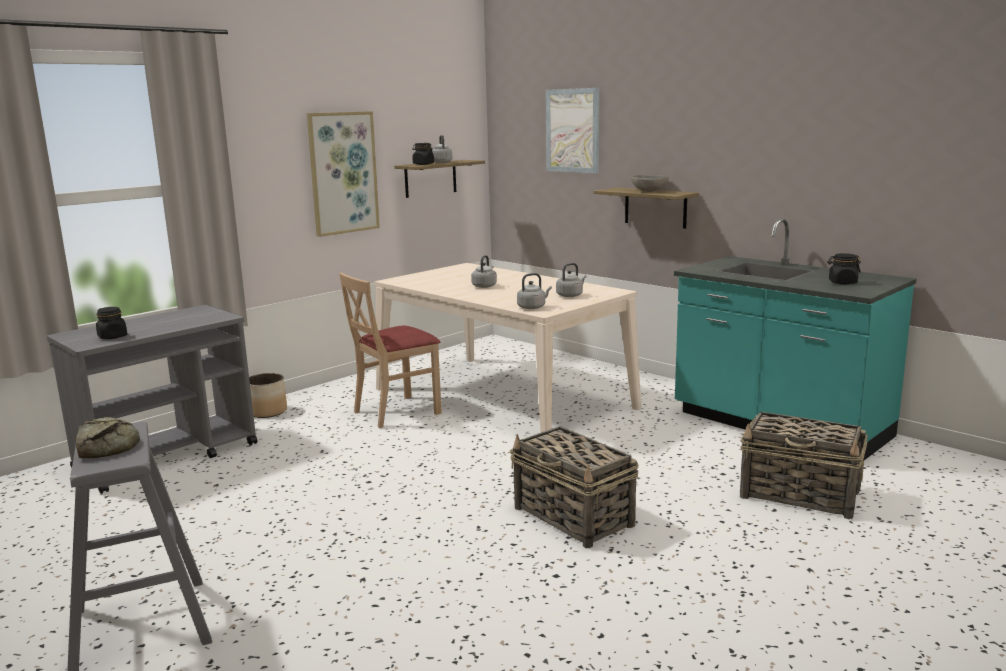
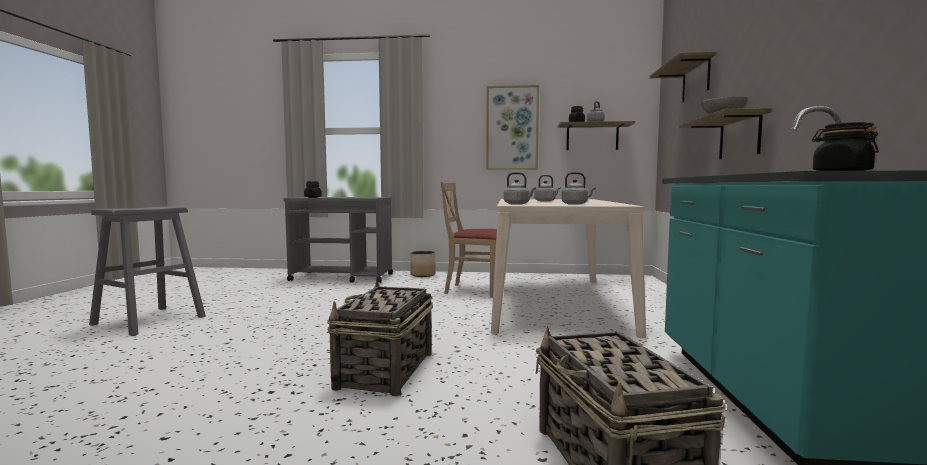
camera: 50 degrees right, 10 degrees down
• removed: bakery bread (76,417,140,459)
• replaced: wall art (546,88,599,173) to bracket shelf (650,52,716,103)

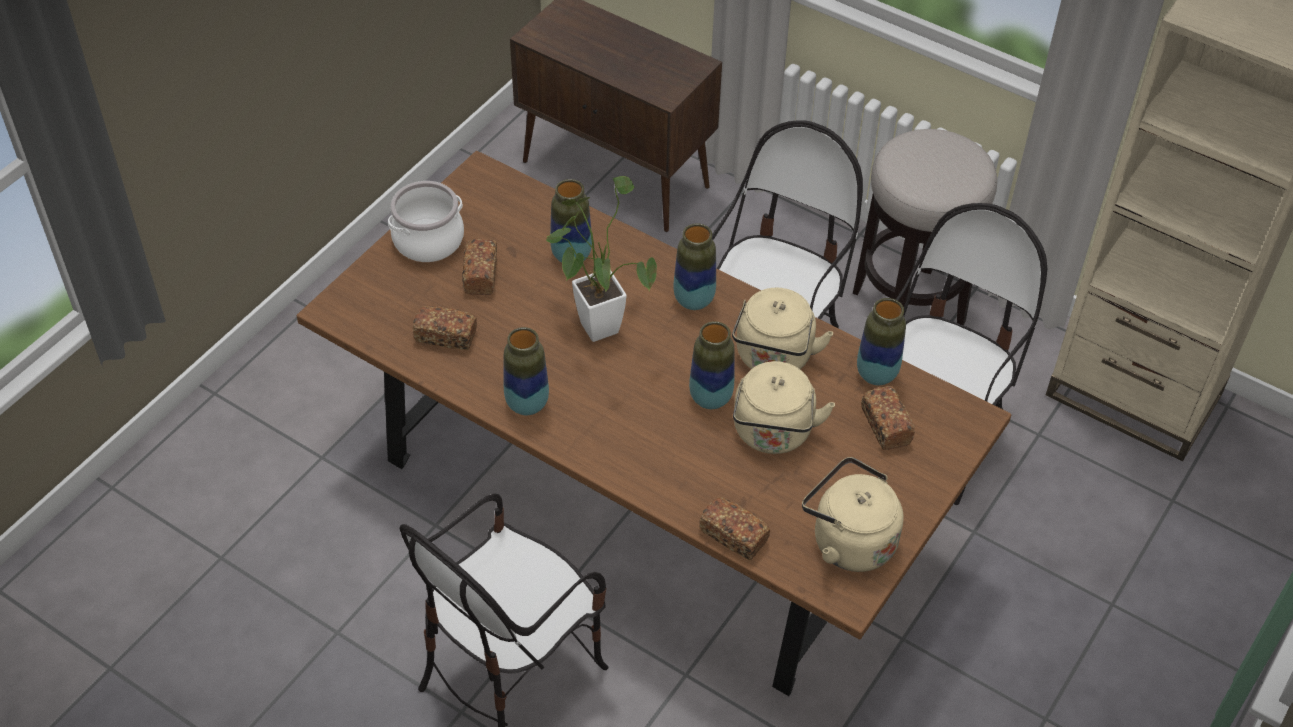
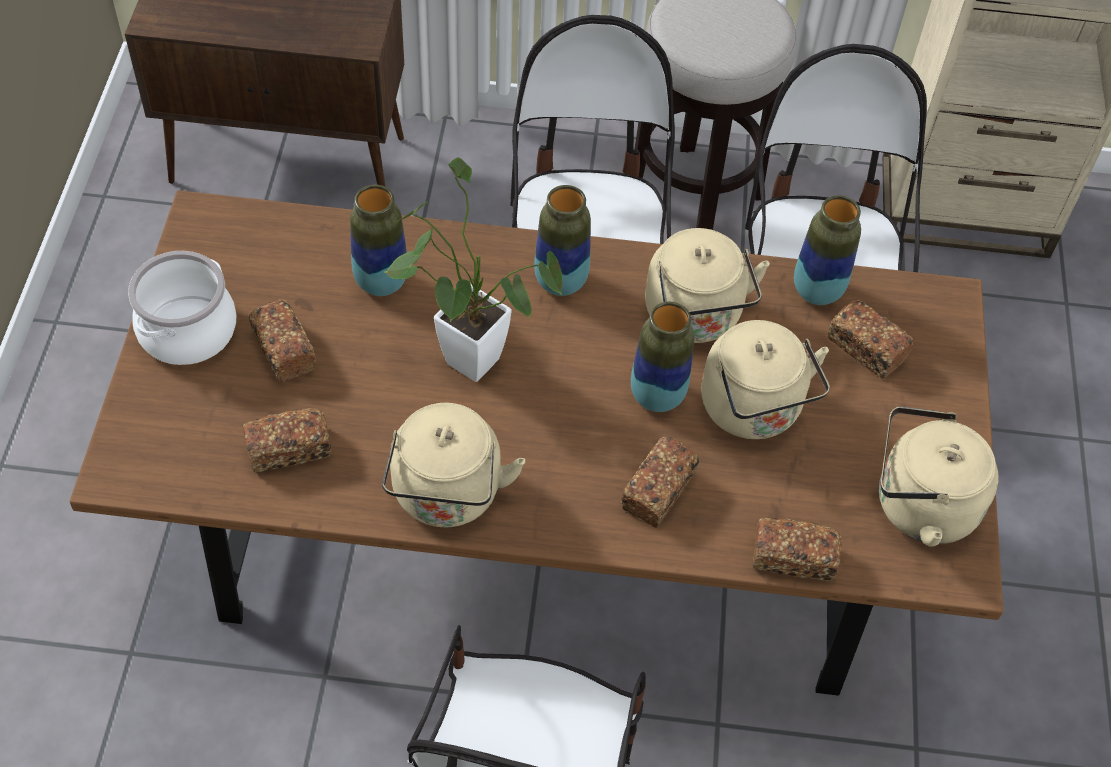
camera: 30 degrees left, 5 degrees up
• added: bakery bread (621,436,699,528)
• replaced: flower vase (504,327,549,415) to water kettle in beige-coloured (382,403,525,527)

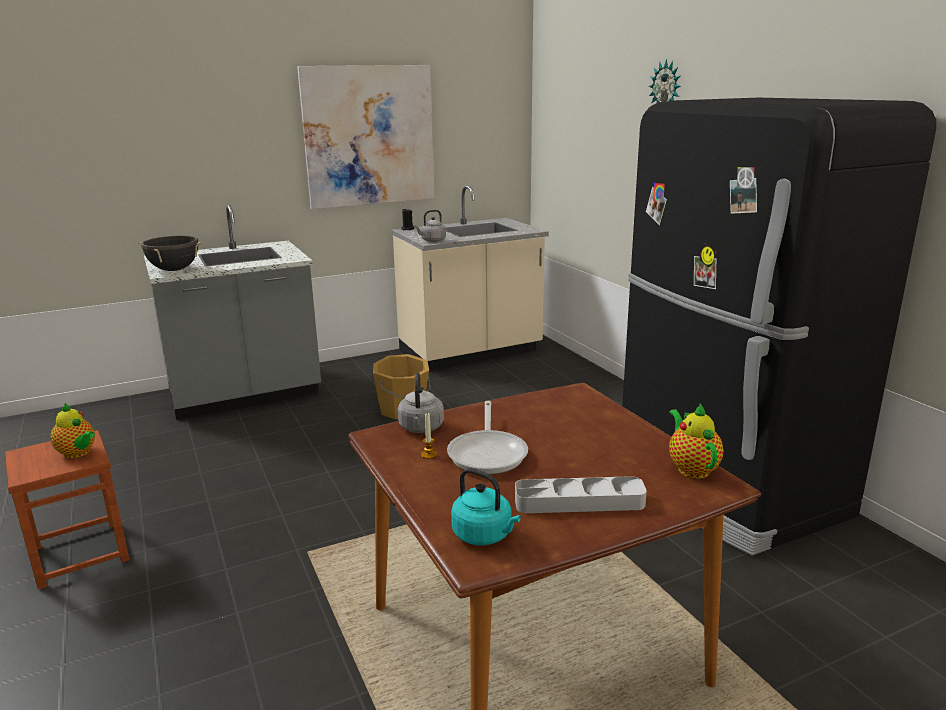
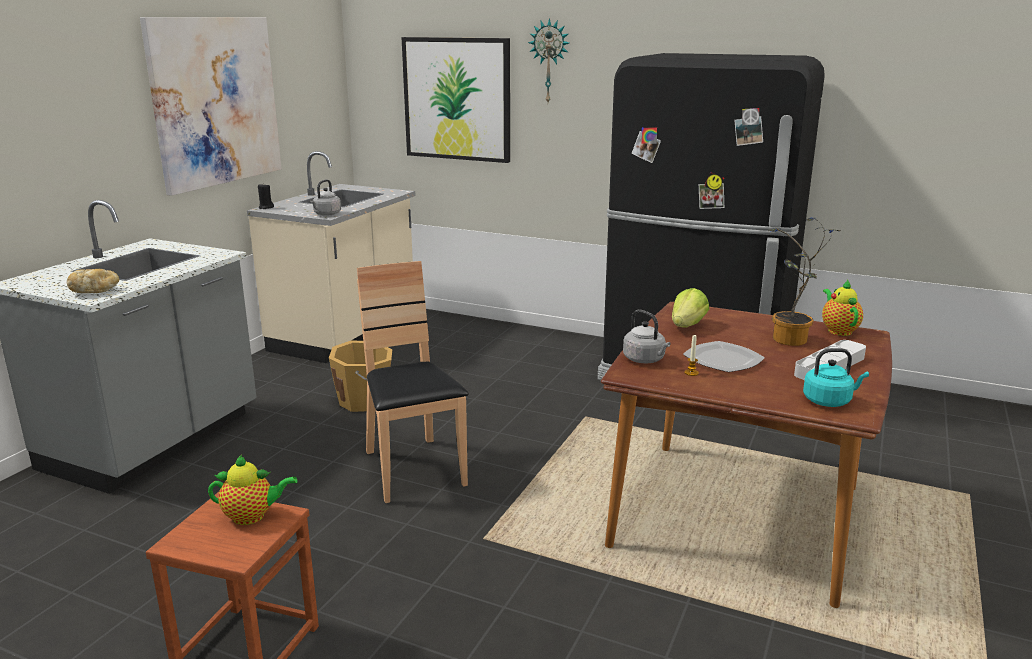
camera: 40 degrees left, 0 degrees up
• added: chair in brown (357,261,469,503)
• added: wall art (402,37,510,163)
• added: head of lettuce (672,288,709,328)
• added: houseplant (768,218,841,346)
• replaced: stockpot in blackish (138,235,203,271) to bakery bread (67,269,119,293)
• replaced: skillet (447,401,528,474) to dinner plate (683,341,765,372)
• turned: pot for tea (669,403,723,479) = (822,279,863,336) 45 degrees clockwise

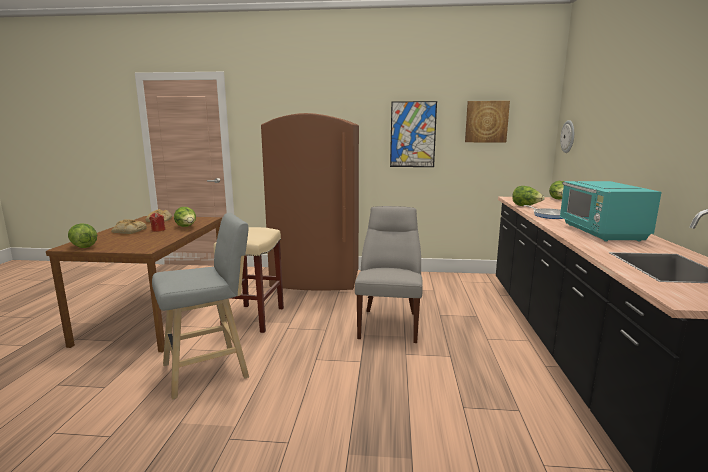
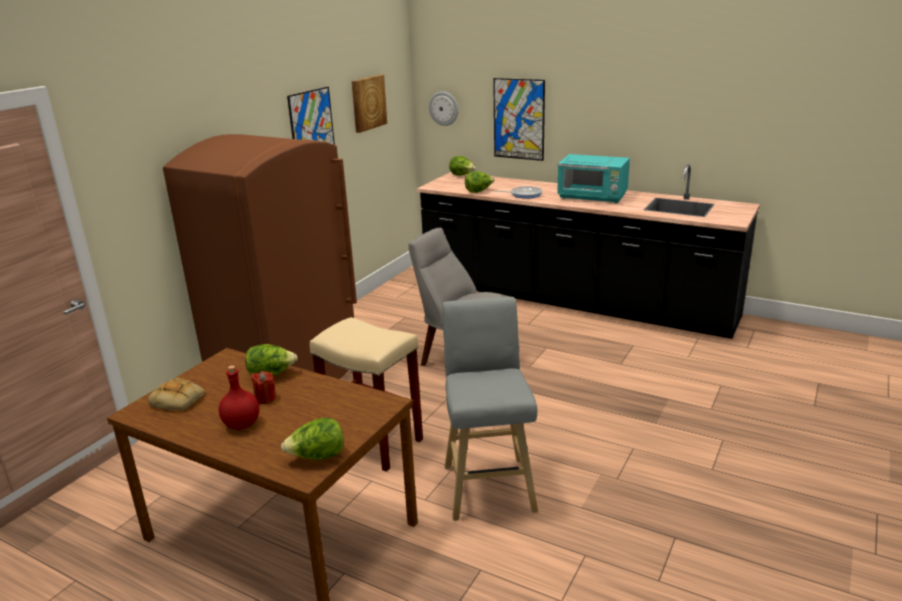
camera: 65 degrees left, 10 degrees up
• added: wall art (493,78,545,161)
• replaced: bakery bread (111,220,147,234) to beverage bottle in red-coloured (219,365,259,430)

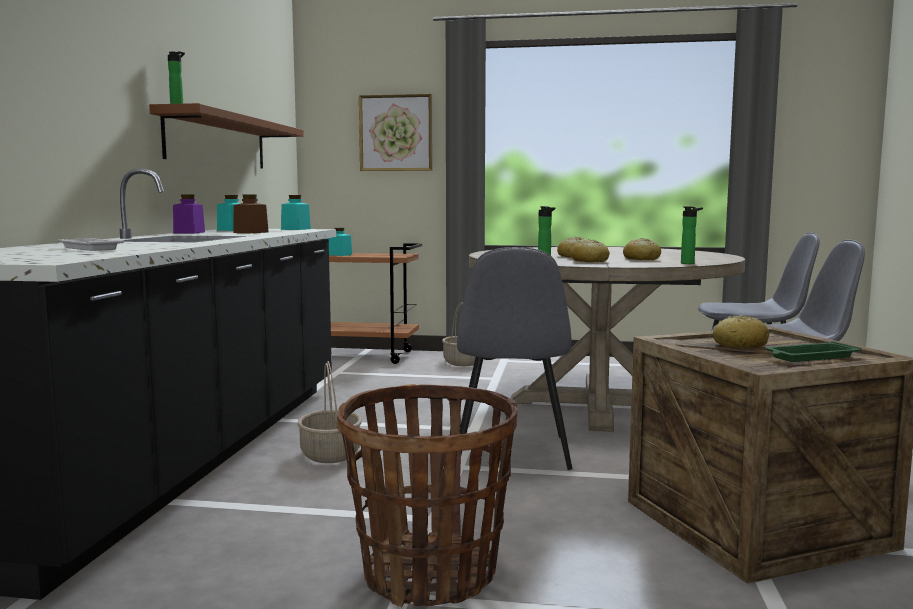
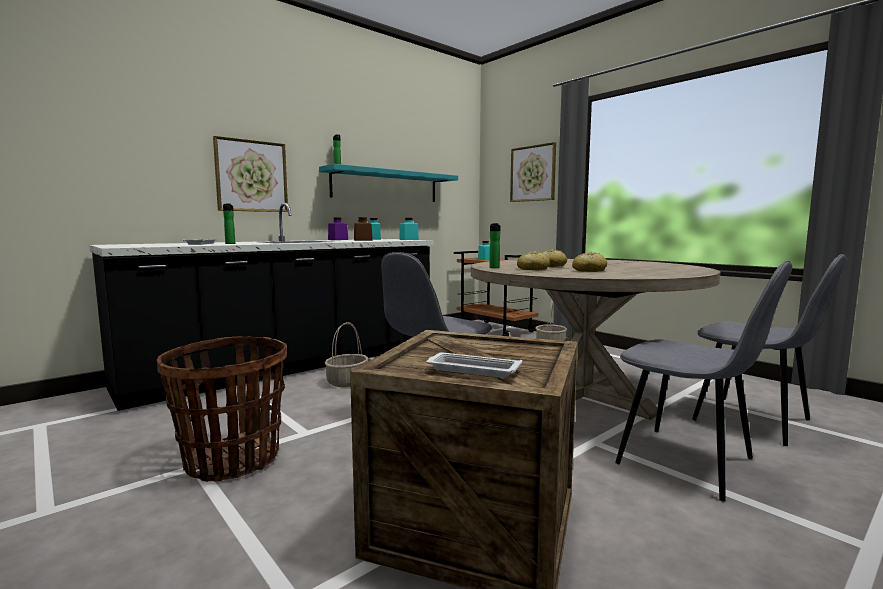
camera: 40 degrees right, 0 degrees up
• removed: bakery bread (713,315,769,348)
• added: wall art (213,136,288,212)
• moved: beverage bottle (681,206,703,264) to (223,204,235,244)
• recoloured: bracket shelf in brown (149,103,304,169) to bracket shelf in turquoise (319,164,458,202)
• recoloured: serving tray in green-coloured (765,341,862,362) to serving tray in white-coloured (426,353,522,378)

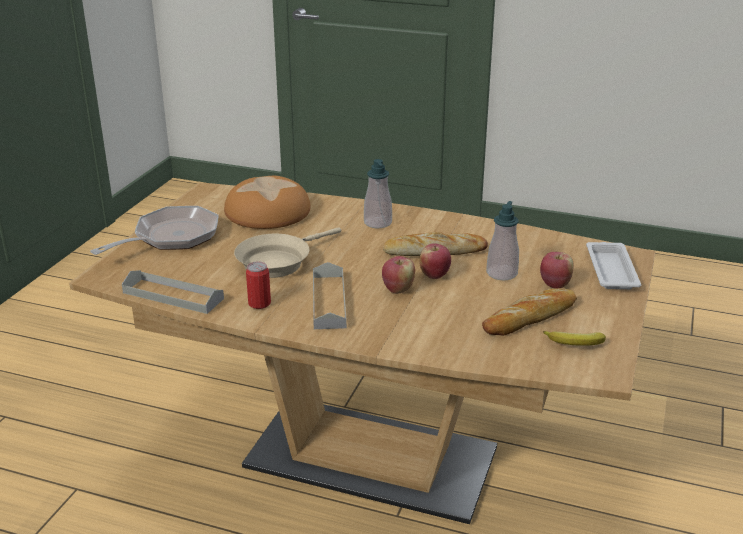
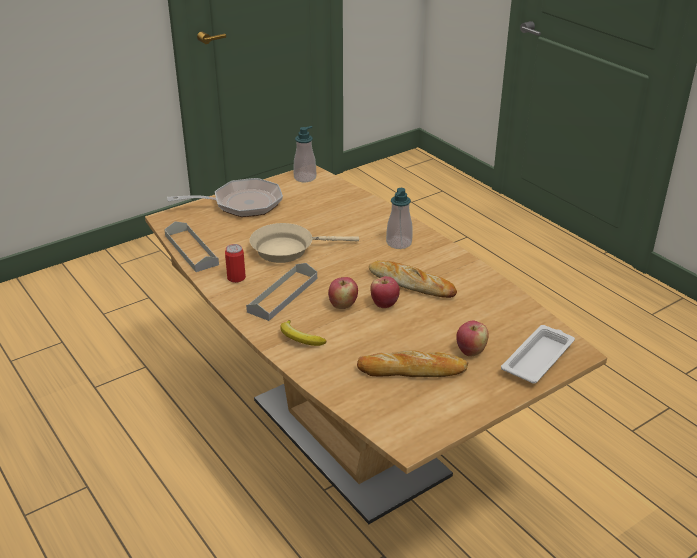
camera: 35 degrees right, 5 degrees up
• removed: bakery bread (224,176,311,229)
• moved: soap dispenser (486,201,519,280) to (293,126,316,182)
• moved: banana (543,331,606,346) to (280,320,327,346)

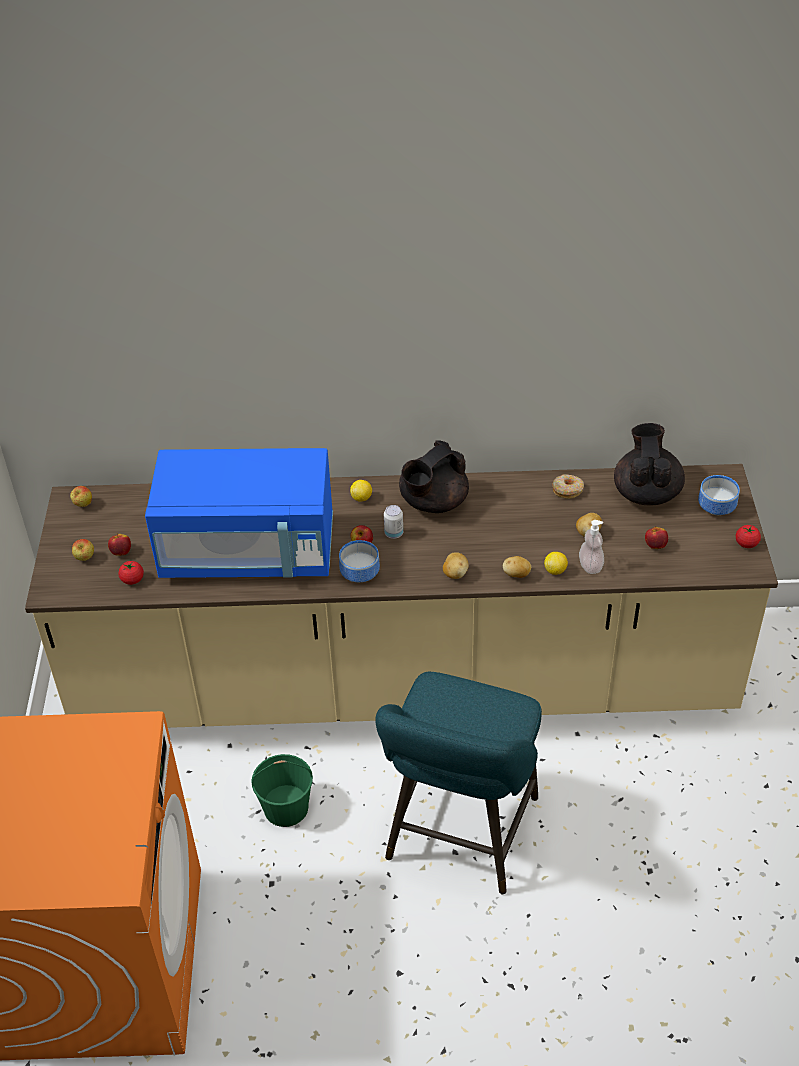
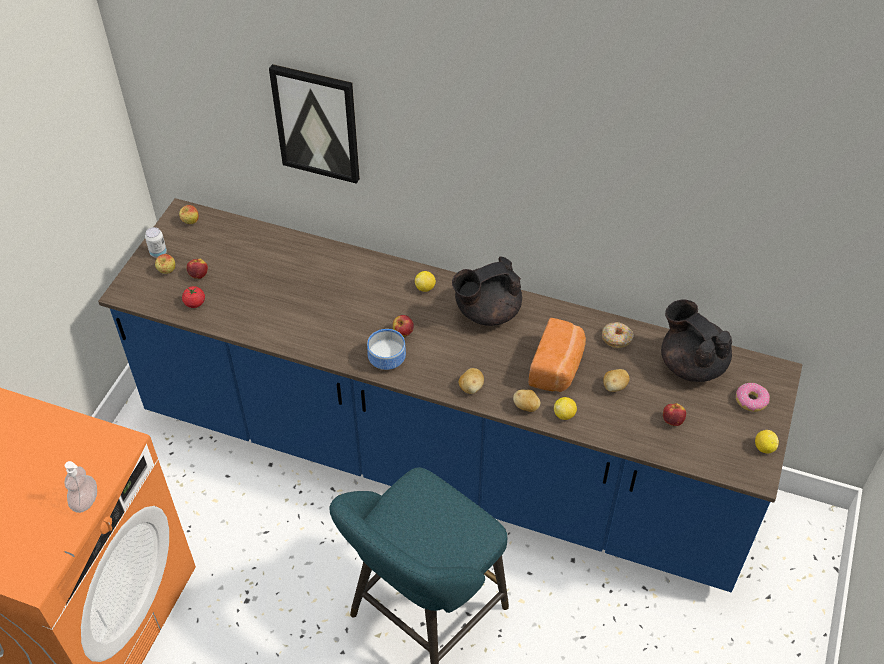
camera: 20 degrees right, 5 degrees up
• removed: microwave oven in blue-coloured (145,448,333,578)
• removed: pail in green-coloured (251,754,313,827)
• added: wall art (269,64,360,184)
• added: bakery bread (529,318,586,392)
• moved: metal can (384,505,403,539) to (145,227,167,258)
• moved: soap dispenser (579,520,604,574) to (64,461,97,513)
• replaced: deep dish (698,475,740,515) to donut (736,383,770,412)
• replaced: tomato (736,525,761,548) to whole lemon (755,430,779,454)
• recoloured: counter in beige-coloured (25,464,778,728) to counter in blue-coloured (98,198,802,592)
• turned: pot for tea in blackish (614,423,685,505) = (661,299,732,382) 60 degrees counterclockwise

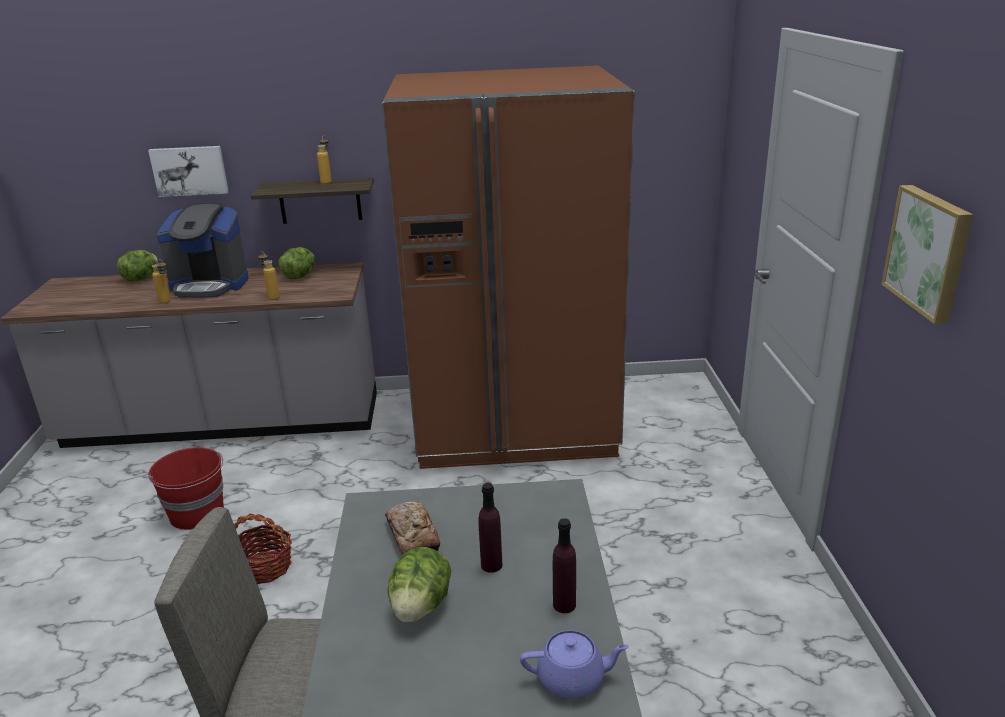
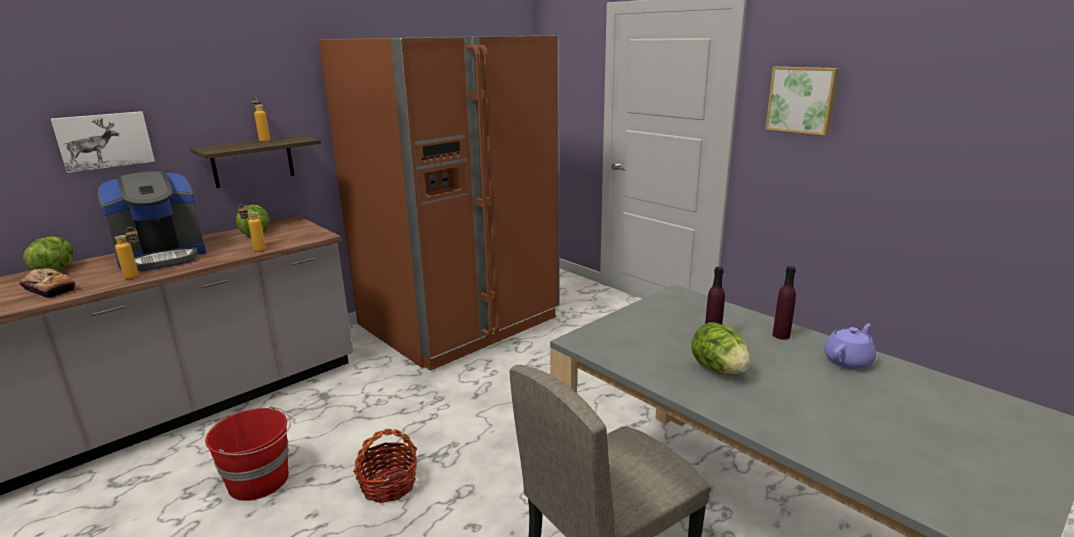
camera: 40 degrees left, 5 degrees down
• moved: bakery bread (385,501,440,555) to (19,268,75,298)

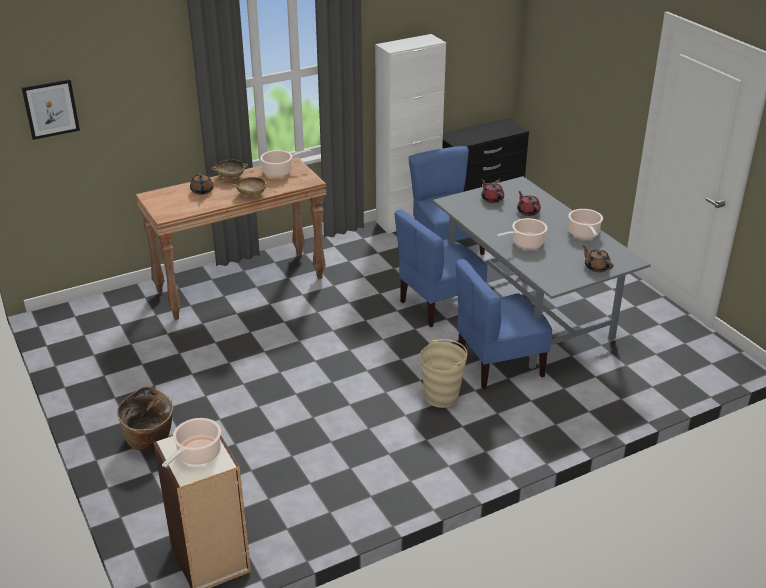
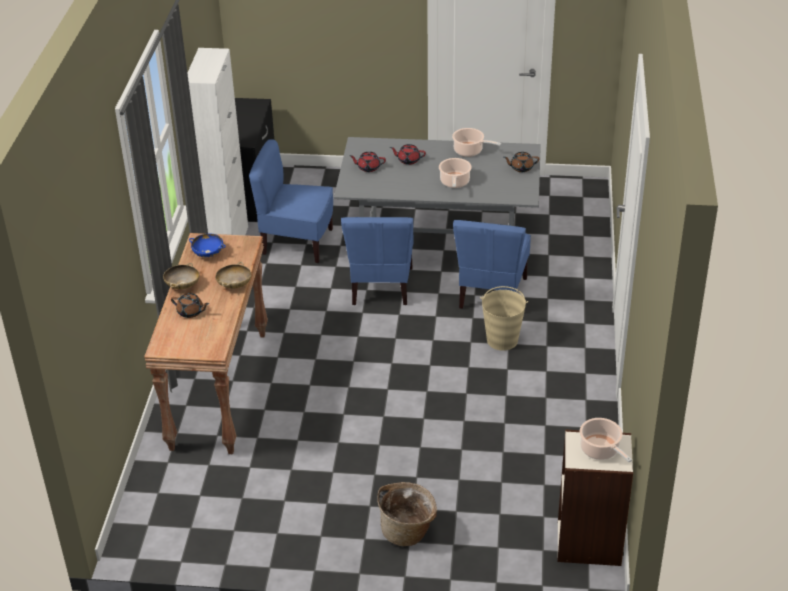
camera: 55 degrees left, 5 degrees up
• removed: wall art (22,79,80,140)
• replaced: stockpot (260,149,311,177) to deep dish in blue-coloured (189,234,226,257)

